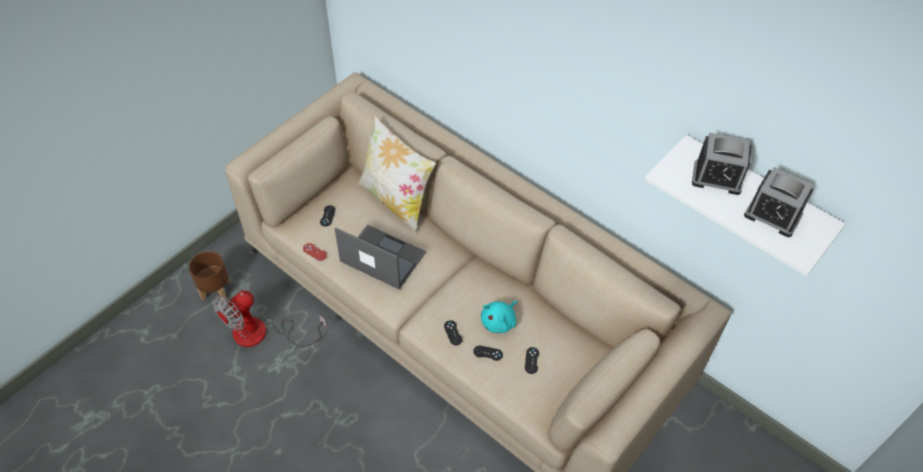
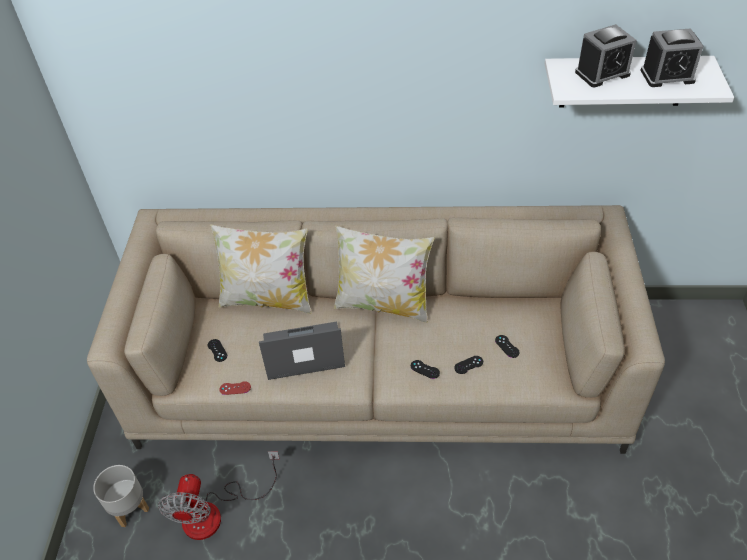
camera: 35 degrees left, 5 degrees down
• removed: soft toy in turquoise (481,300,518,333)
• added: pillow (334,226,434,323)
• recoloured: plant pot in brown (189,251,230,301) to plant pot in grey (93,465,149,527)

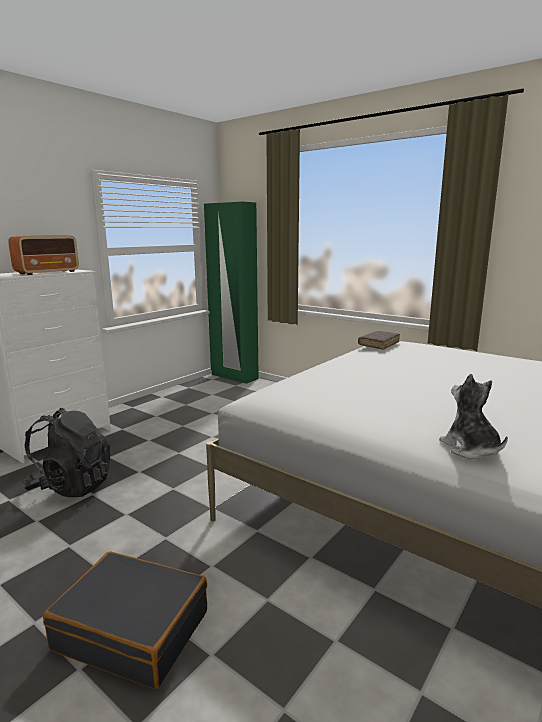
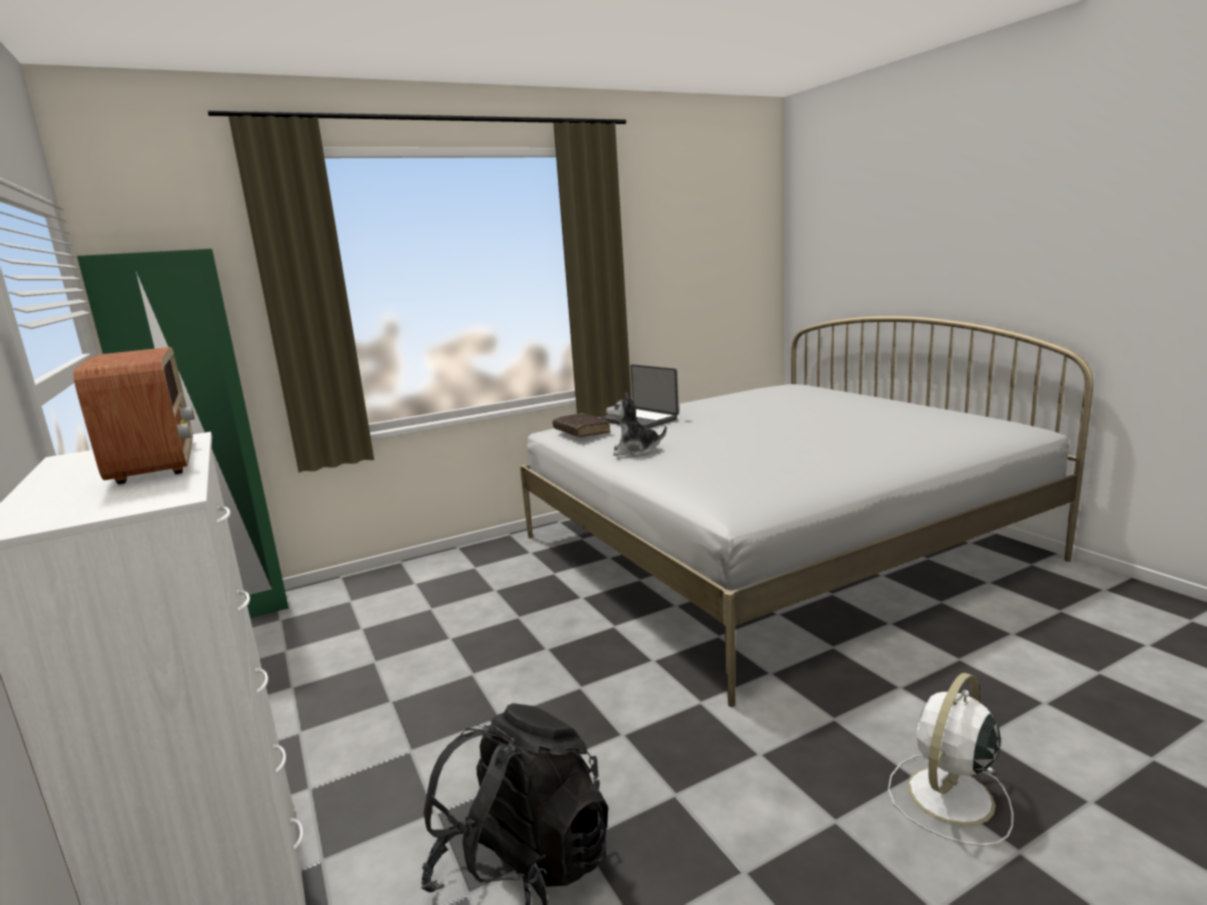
camera: 65 degrees left, 0 degrees up
• added: laptop (601,364,679,428)
• moved: soft toy (439,374,508,459) to (606,392,667,457)
• replaced: suitcase in blackish (43,551,207,689) to fan in white-coloured (888,672,1013,846)

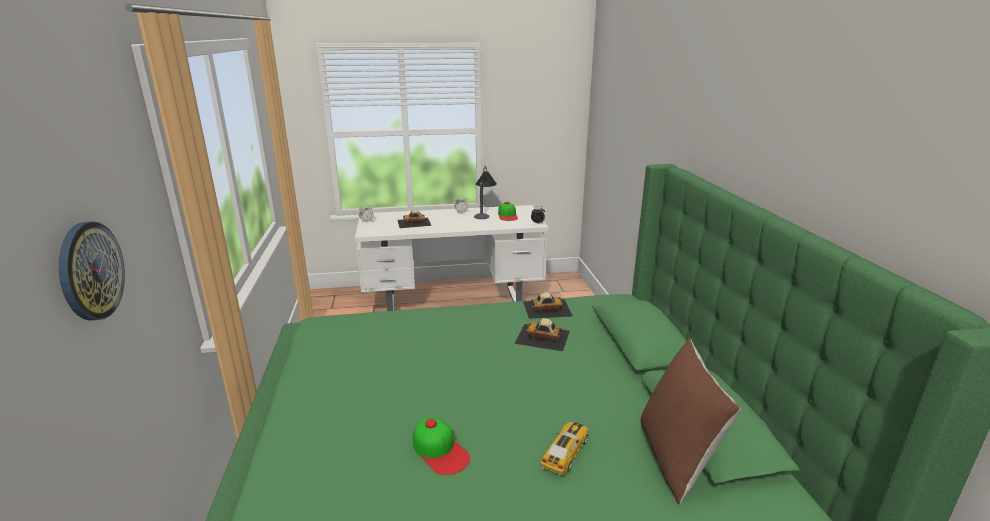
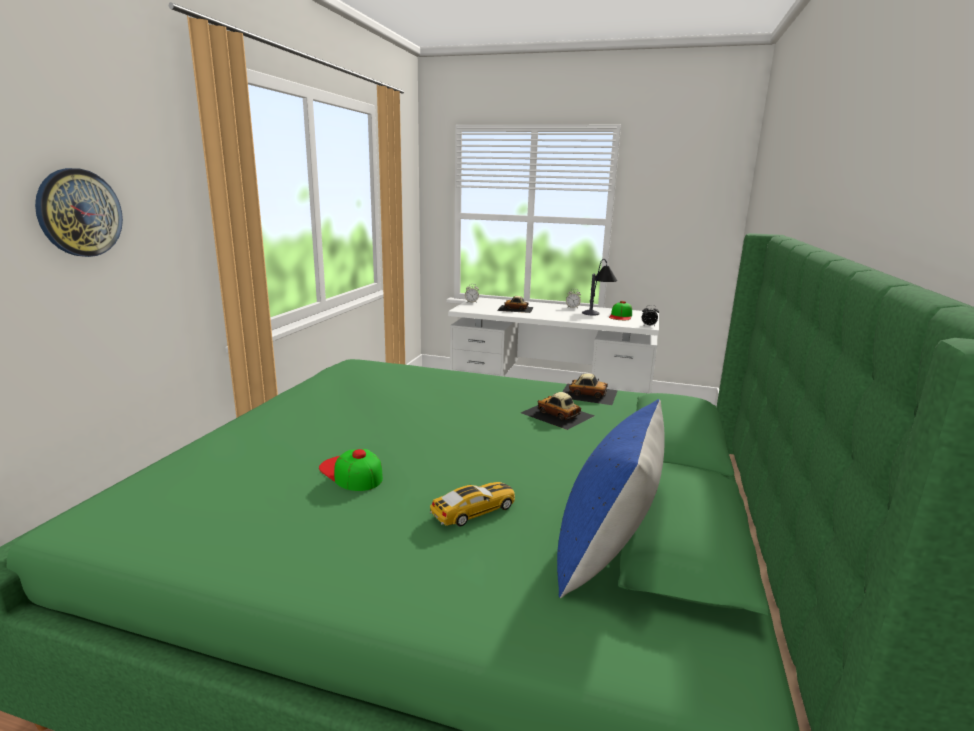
camera: 25 degrees right, 5 degrees down
• recoloured: pillow in brown (641,339,741,504) to pillow in blue-coloured (557,399,665,598)
• turned: cap (413,418,470,475) = (319,449,383,491) 150 degrees clockwise

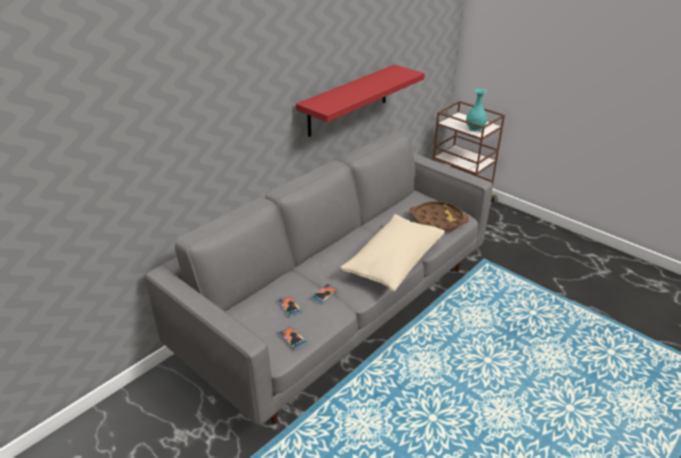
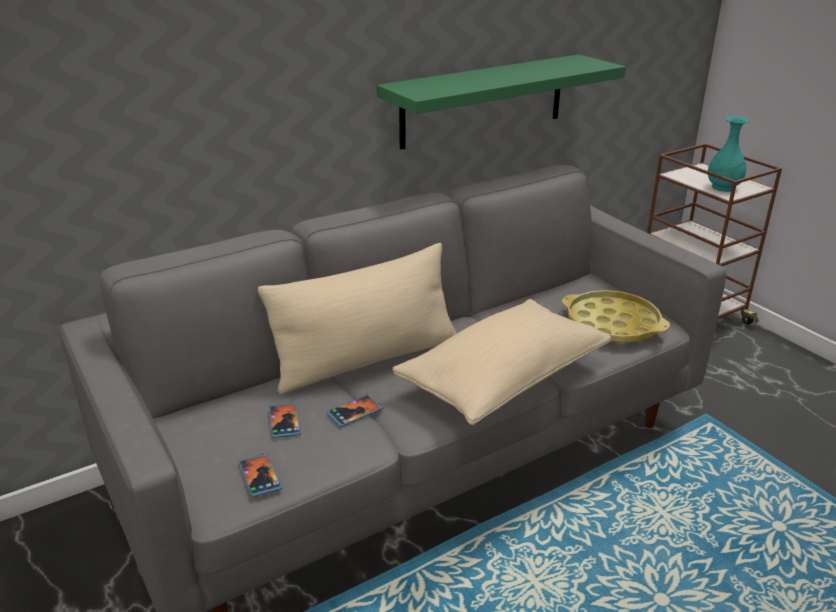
camera: 15 degrees right, 5 degrees down
• added: pillow in beige-coloured (258,243,456,394)
• recoloured: bracket shelf in red-coloured (296,65,425,137) to bracket shelf in green-coloured (376,54,626,150)
• recoloured: serving tray in brown (409,201,469,232) to serving tray in yellow (562,290,670,344)

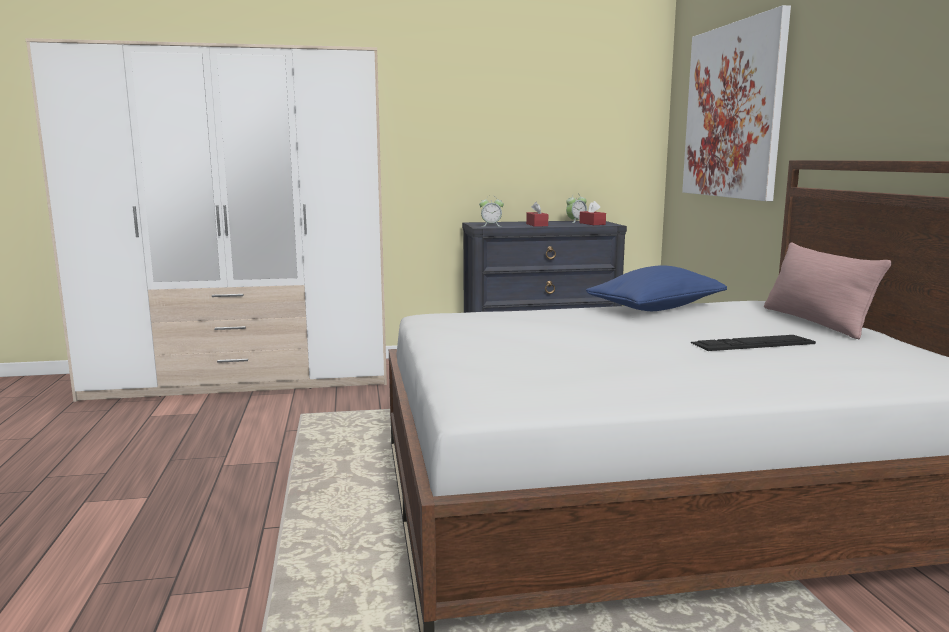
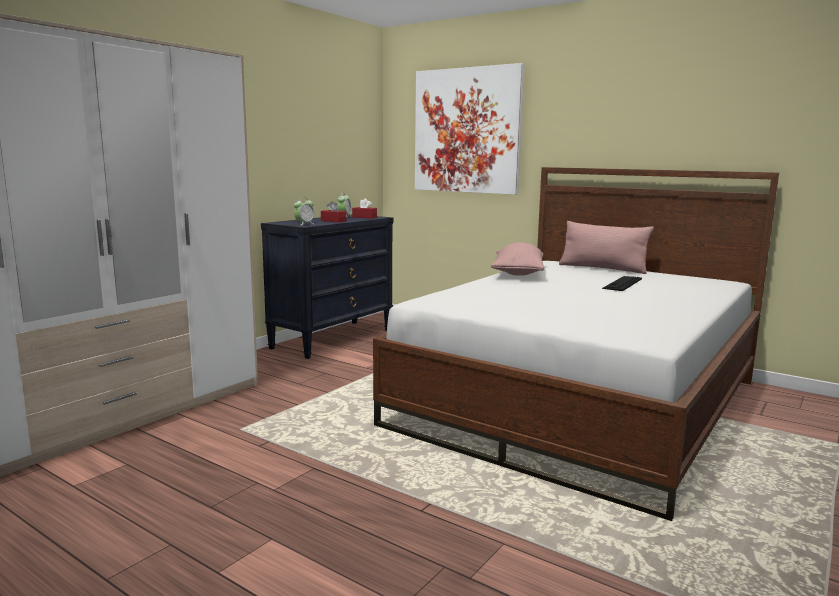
camera: 45 degrees left, 0 degrees up
• recoloured: pillow in blue-coloured (586,265,727,311) to pillow in pinkish (491,243,544,276)

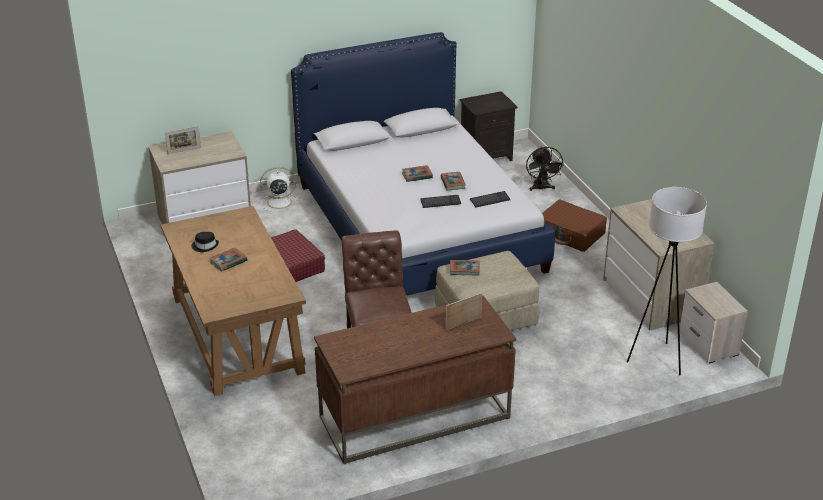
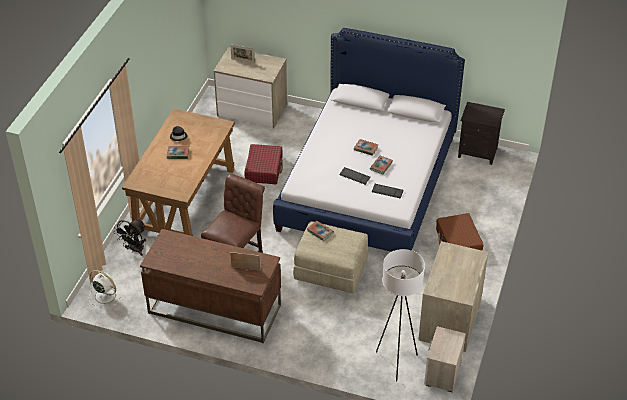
camera: 40 degrees right, 10 degrees up
• moved: fan in white-coloured (260,167,299,212) to (89,270,121,306)
• moved: fan in blackish (526,147,564,191) to (113,218,146,256)

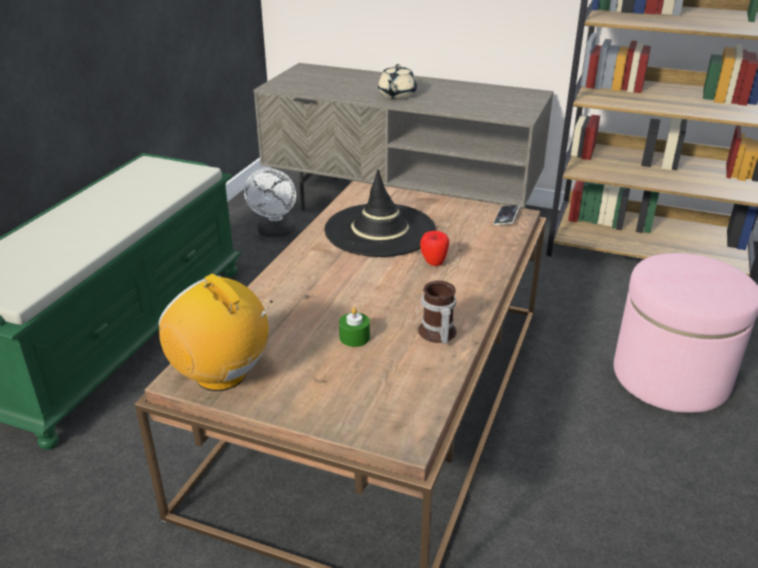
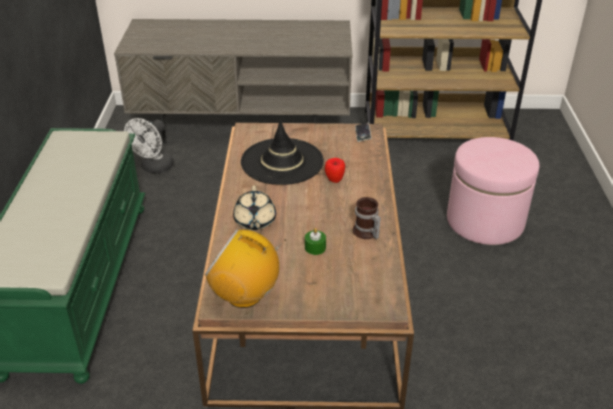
camera: 20 degrees left, 5 degrees up
• moved: pot for tea in beige-coloured (378,64,417,99) to (233,185,276,230)
• turned: fan in white-coloured (244,168,296,237) = (124,118,174,173) 45 degrees clockwise

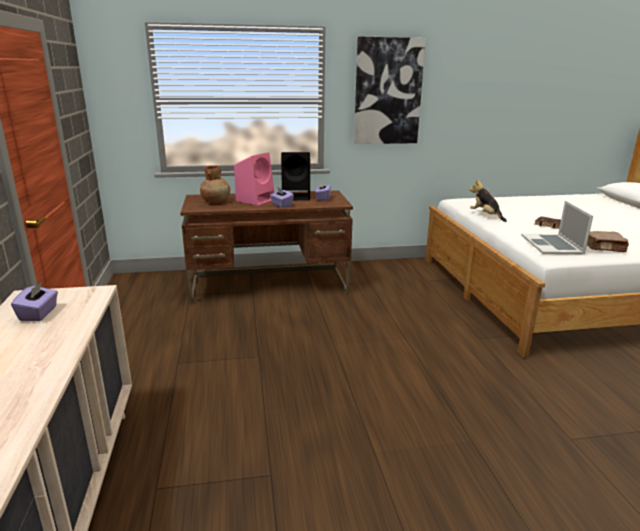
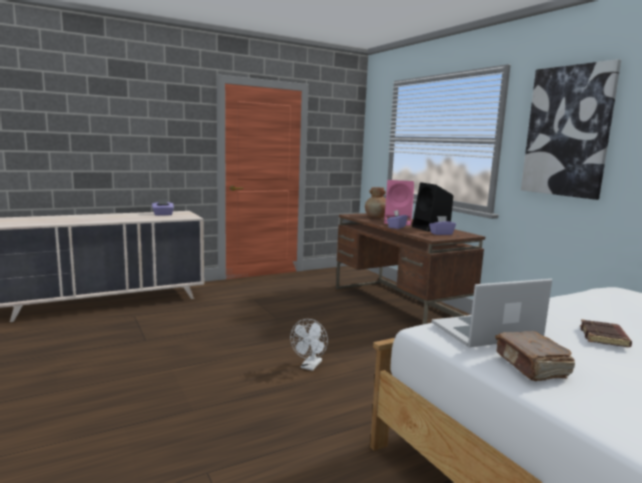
camera: 70 degrees right, 10 degrees down
• removed: soft toy (469,179,507,222)
• added: fan in white-coloured (290,319,328,371)

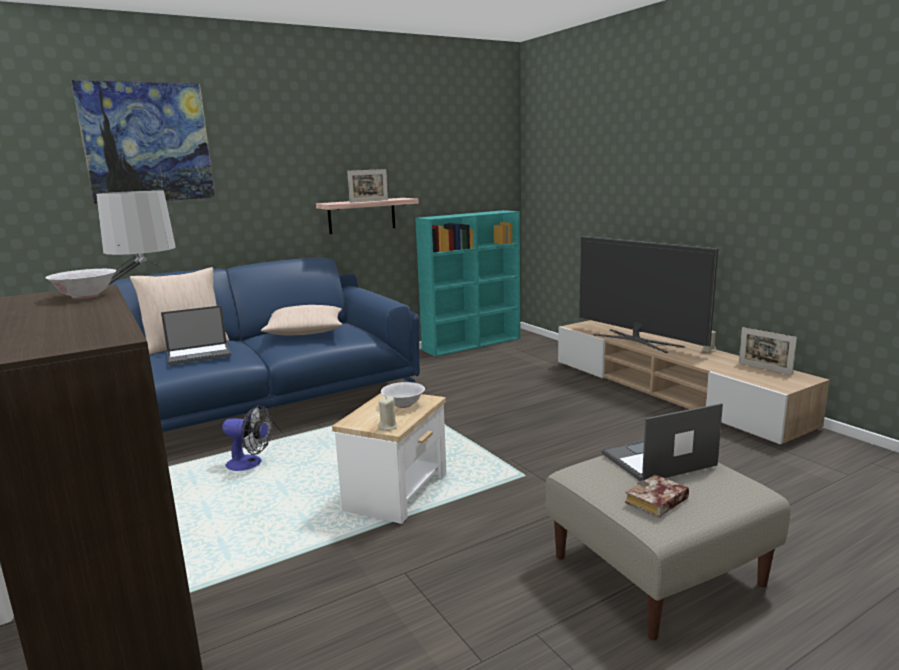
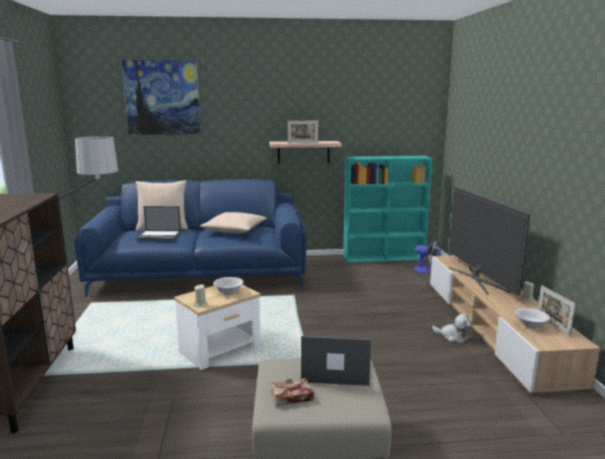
camera: 25 degrees right, 0 degrees up
• added: soft toy (432,314,472,343)
• moved: deep dish in white-coloured (45,269,116,299) to (515,308,550,329)
• moved: fan (222,405,273,471) to (413,240,441,273)

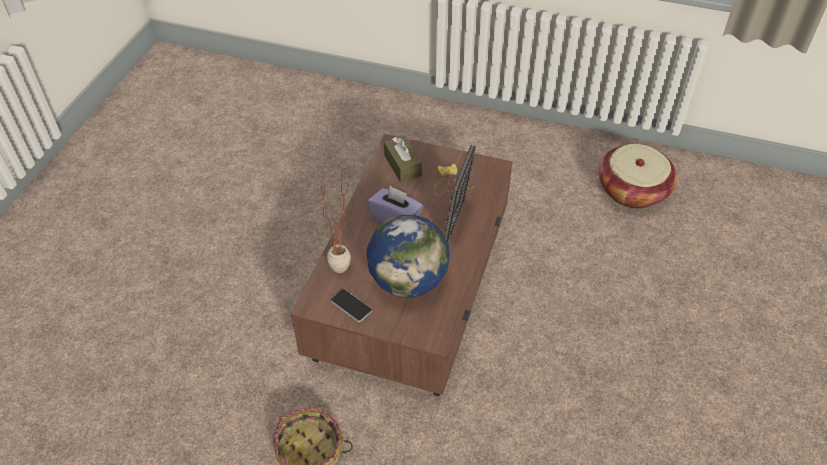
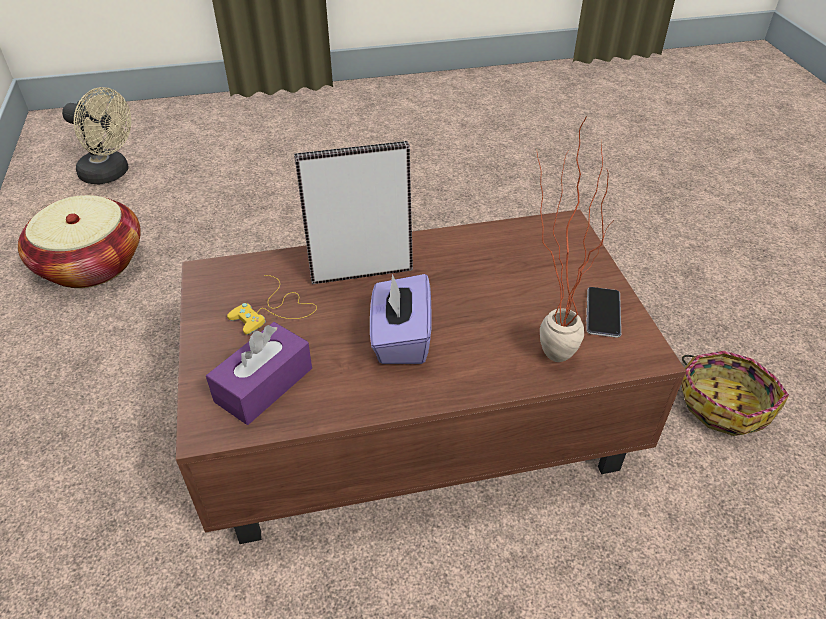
camera: 120 degrees left, 5 degrees down
• removed: world globe (367,215,450,298)
• added: fan in beige-coloured (62,87,131,185)
• recoloured: tissue box in brown (384,136,422,183) to tissue box in purplish (206,322,312,425)

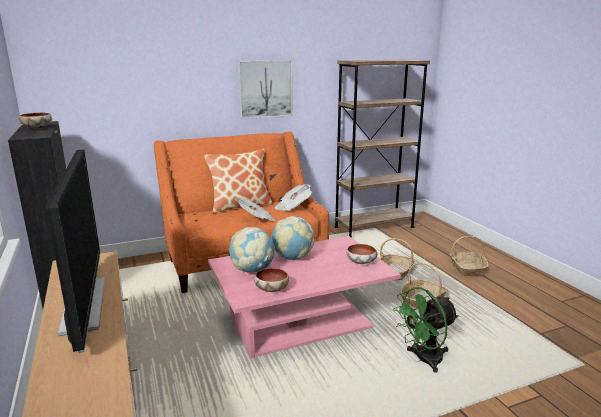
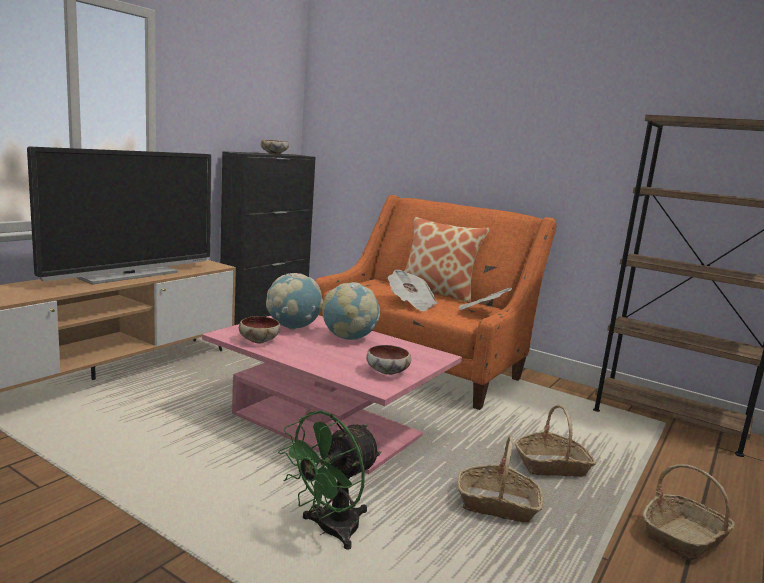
camera: 55 degrees right, 5 degrees down
• removed: wall art (238,60,293,119)
• turned: fan in green-coloured (393,287,459,373) = (278,411,381,550) 75 degrees counterclockwise

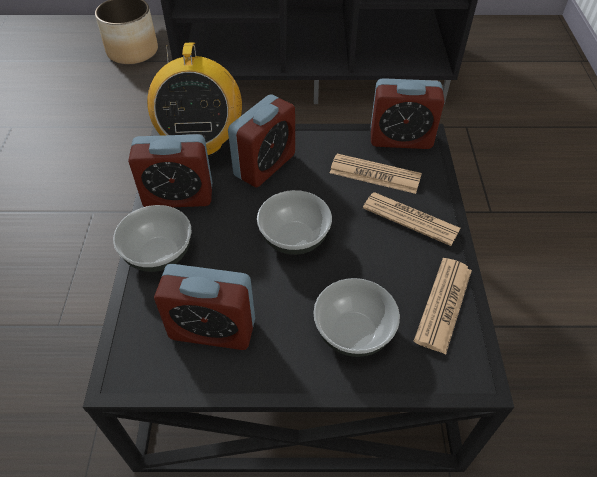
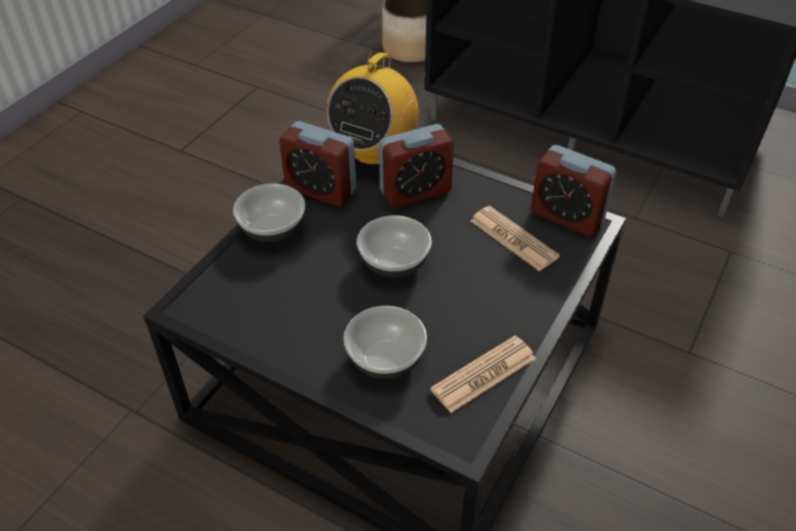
camera: 30 degrees right, 5 degrees down
• removed: bedside clock (154,264,255,350)
• removed: newspaper (363,192,461,246)

